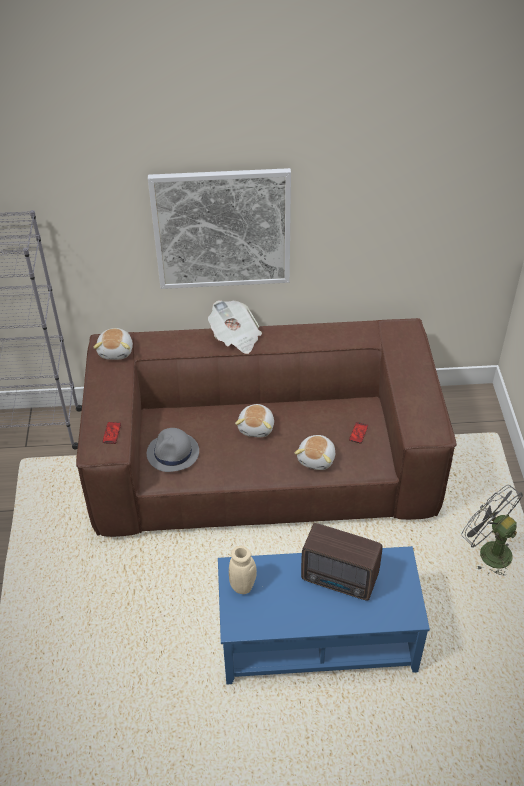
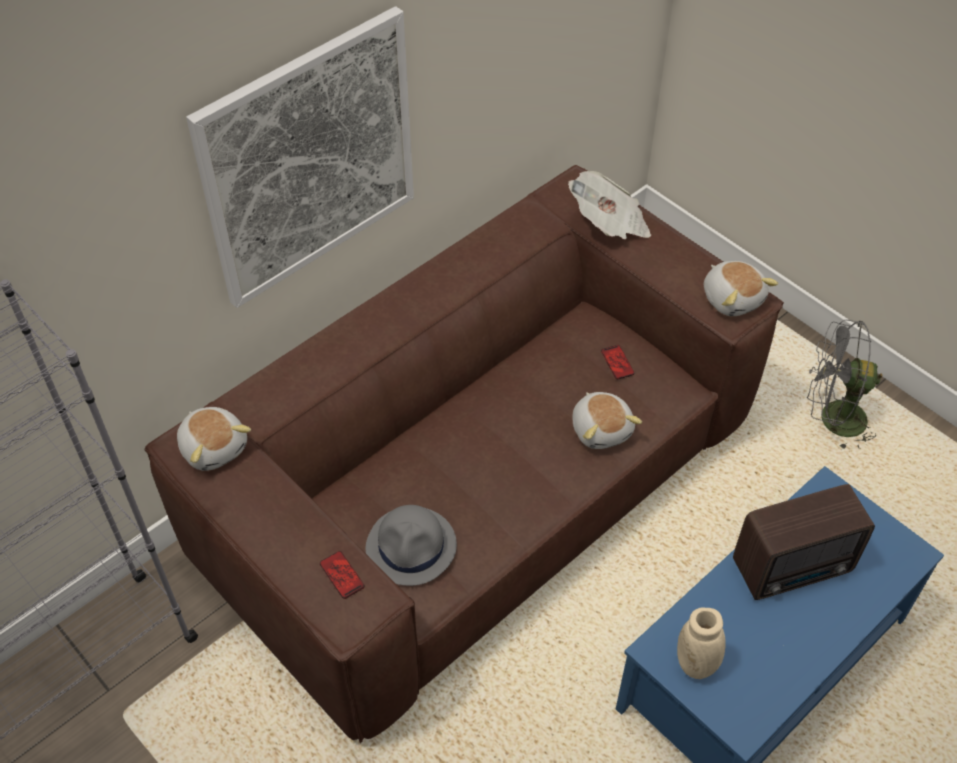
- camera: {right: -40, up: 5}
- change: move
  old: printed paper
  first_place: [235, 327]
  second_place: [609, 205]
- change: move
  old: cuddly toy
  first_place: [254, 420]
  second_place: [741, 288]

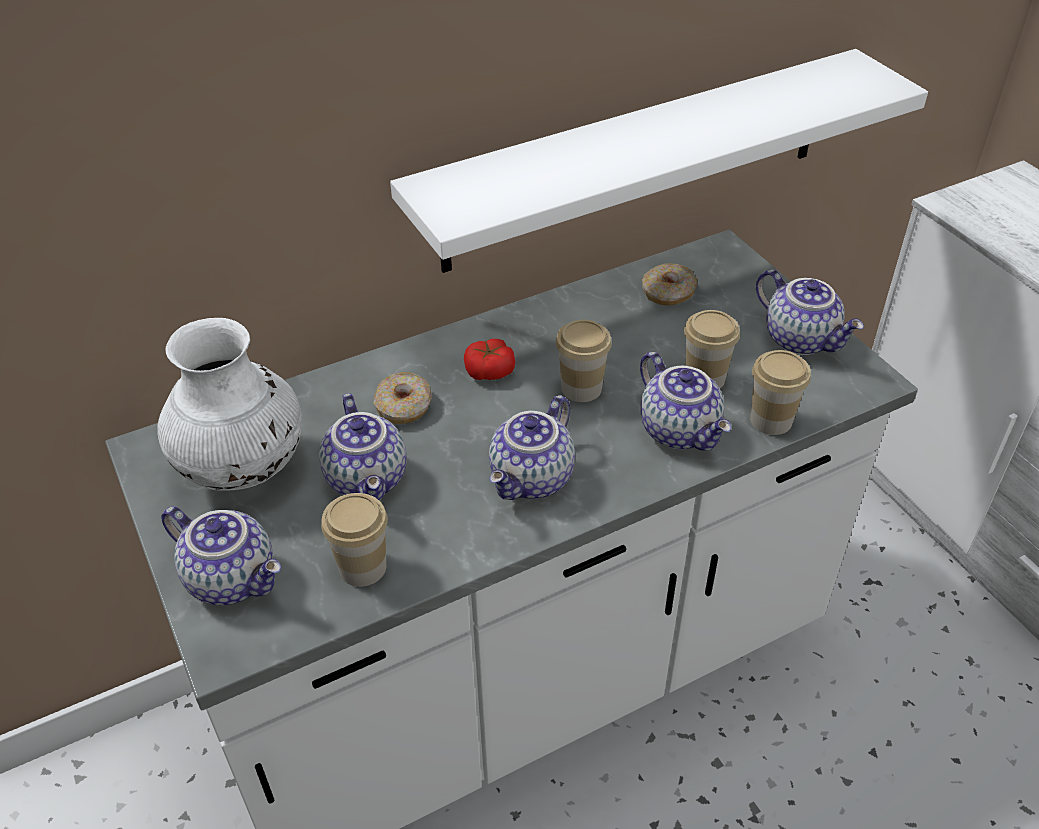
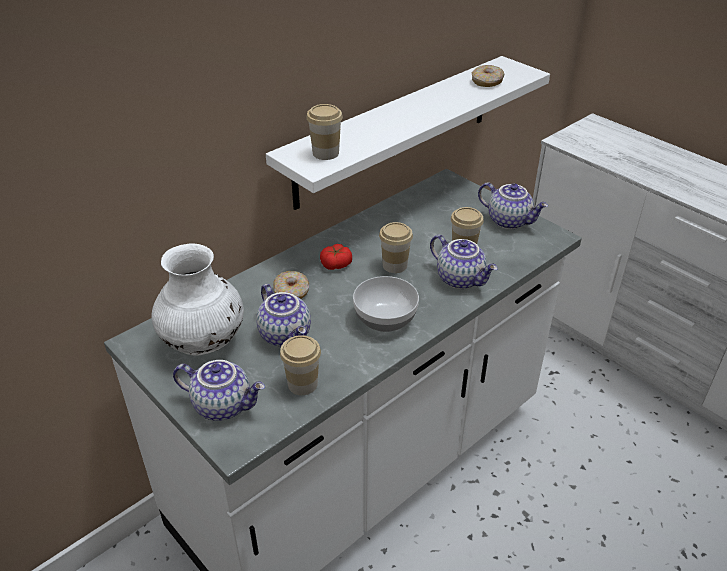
- camera: {right: -15, up: -5}
- change: move
  old: small cup
  first_place: [780, 392]
  second_place: [324, 132]
- change: replace
  old: tea pot
  new: deep dish
  first_place: [532, 447]
  second_place: [386, 304]
- change: move
  old: doughnut
  first_place: [669, 284]
  second_place: [488, 76]

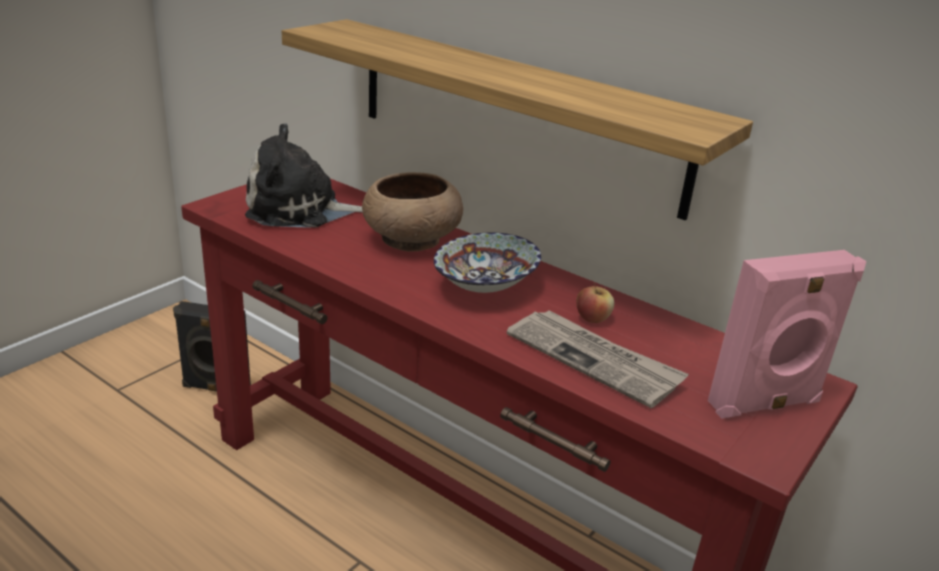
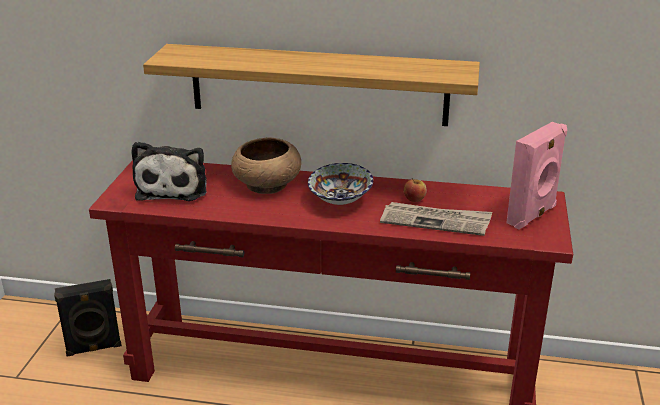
- camera: {right: -25, up: 0}
- change: rotate
  old: cuddly toy
  first_place: [304, 175]
  second_place: [168, 171]
  degrees: -60

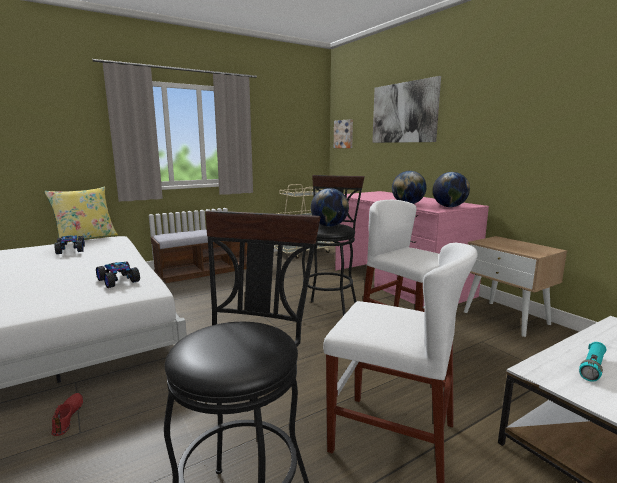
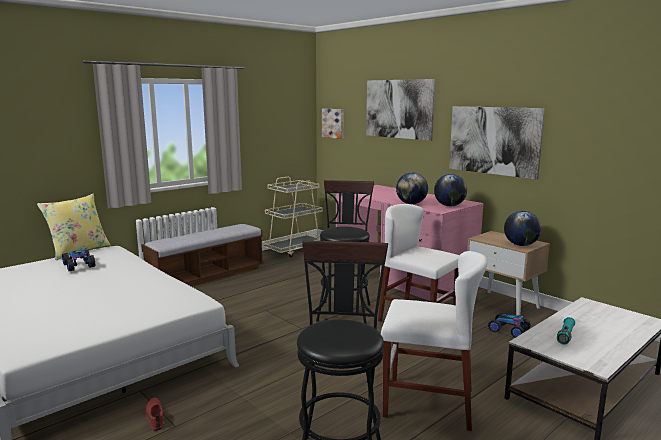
- camera: {right: -10, up: 0}
- change: insert
  new: wall art
  second_place: [497, 142]
- change: move
  old: model car
  first_place: [118, 274]
  second_place: [509, 325]
- change: move
  old: globe
  first_place: [330, 207]
  second_place: [522, 228]

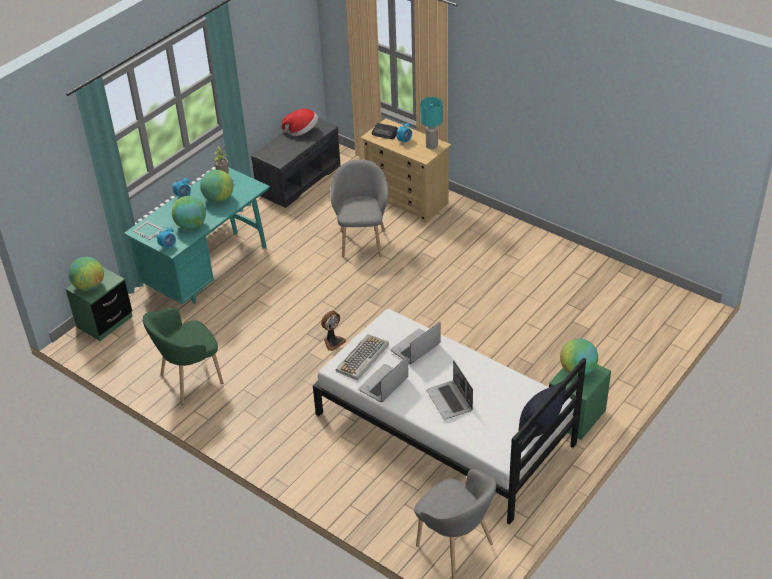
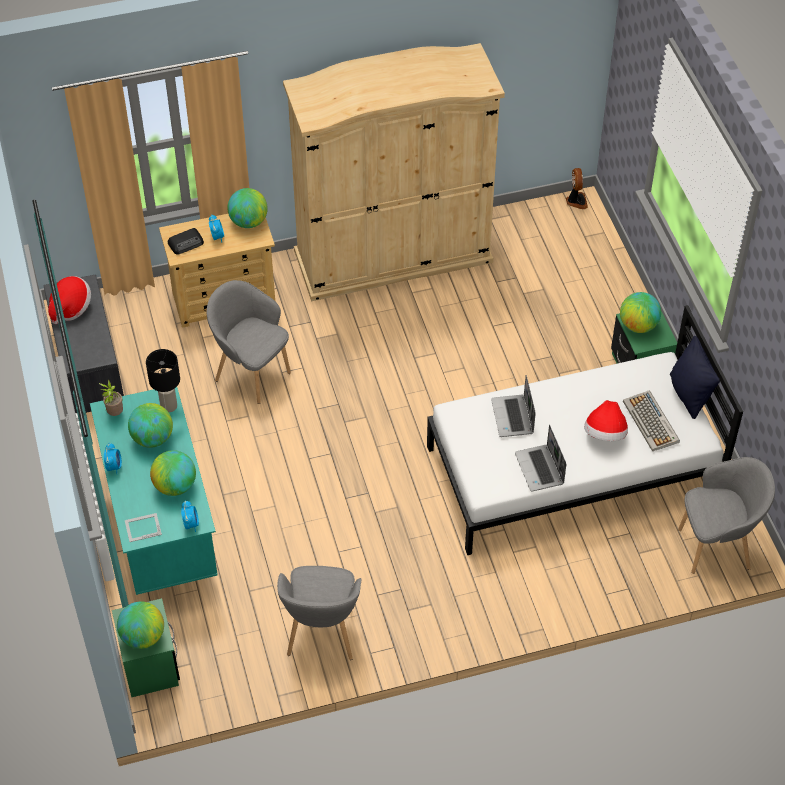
- camera: {right: -55, up: 10}
- change: insert
  new: tabletop lamp in blackish
  second_place: [163, 380]
- change: replace
  old: tabletop lamp in turquoise
  new: globe
  first_place: [431, 123]
  second_place: [247, 208]
- change: recolor
  old: easy chair in green-coloured
  new: easy chair in grey
  first_place: [183, 356]
  second_place: [319, 613]
- change: insert
  new: wardrobe in beige
  second_place: [394, 172]
- change: move
  old: cooling fan
  first_place: [333, 331]
  second_place: [577, 188]
- change: replace
  old: notebook computer
  new: hat
  first_place: [449, 390]
  second_place: [606, 420]
- change: move
  old: PC keyboard
  first_place: [362, 357]
  second_place: [651, 420]

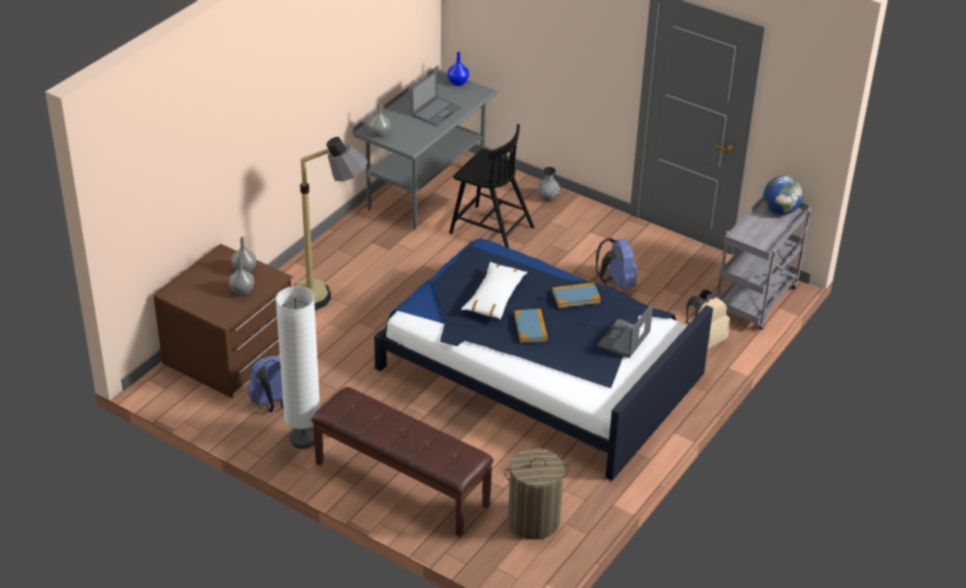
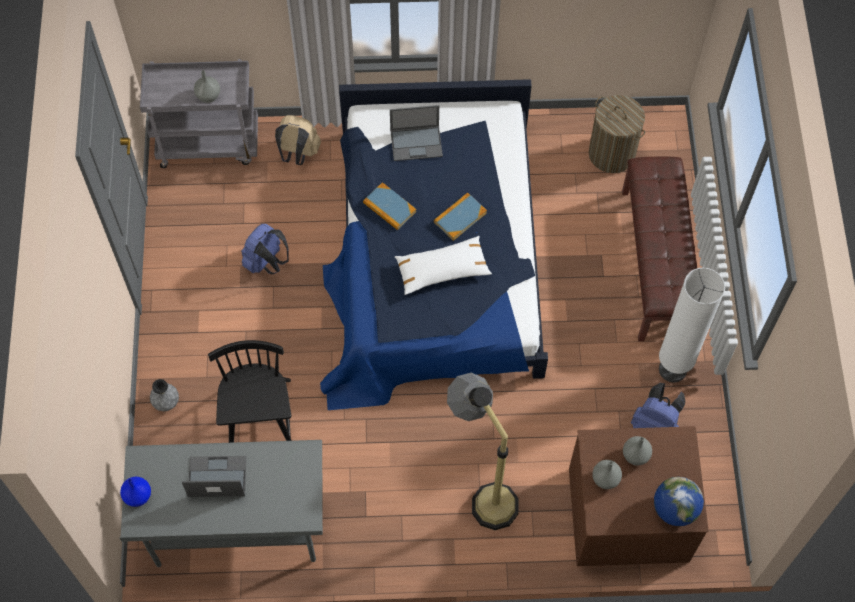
- camera: {right: -125, up: 25}
- change: move
  old: decorative vase in grey
  first_place: [379, 119]
  second_place: [207, 86]
- change: move
  old: globe
  first_place: [783, 195]
  second_place: [679, 501]

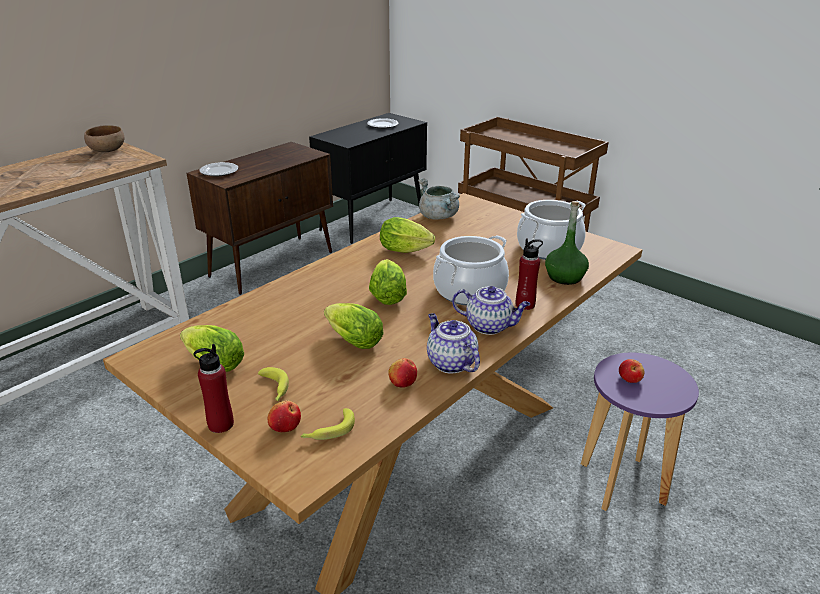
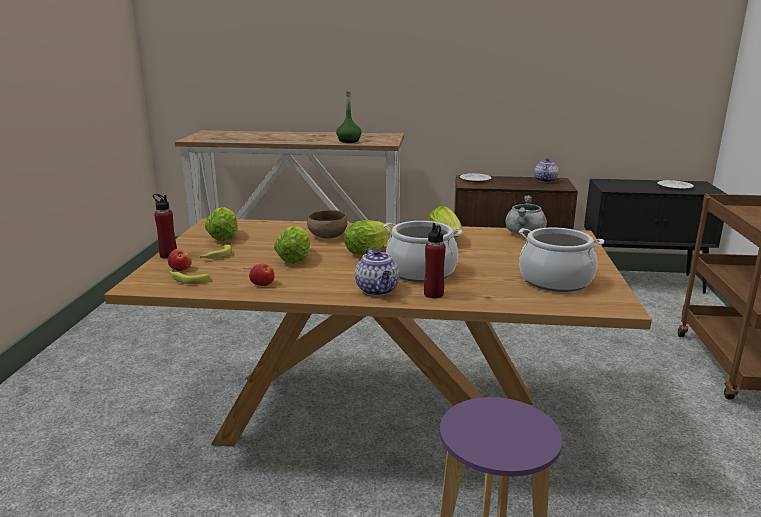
- camera: {right: 55, up: -10}
- change: move
  old: deep dish in brown
  first_place: [104, 138]
  second_place: [327, 224]
- change: move
  old: bottle in green-coloured
  first_place: [567, 243]
  second_place: [349, 117]
- change: move
  old: tea pot
  first_place: [453, 343]
  second_place: [546, 170]
- change: delete
  old: apple fruit
  first_place: [632, 371]

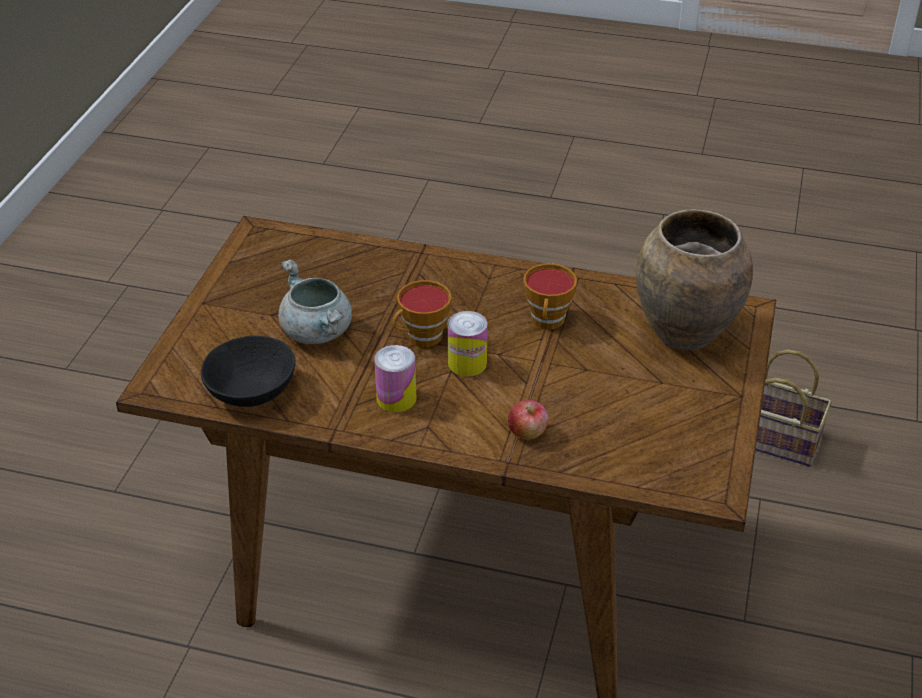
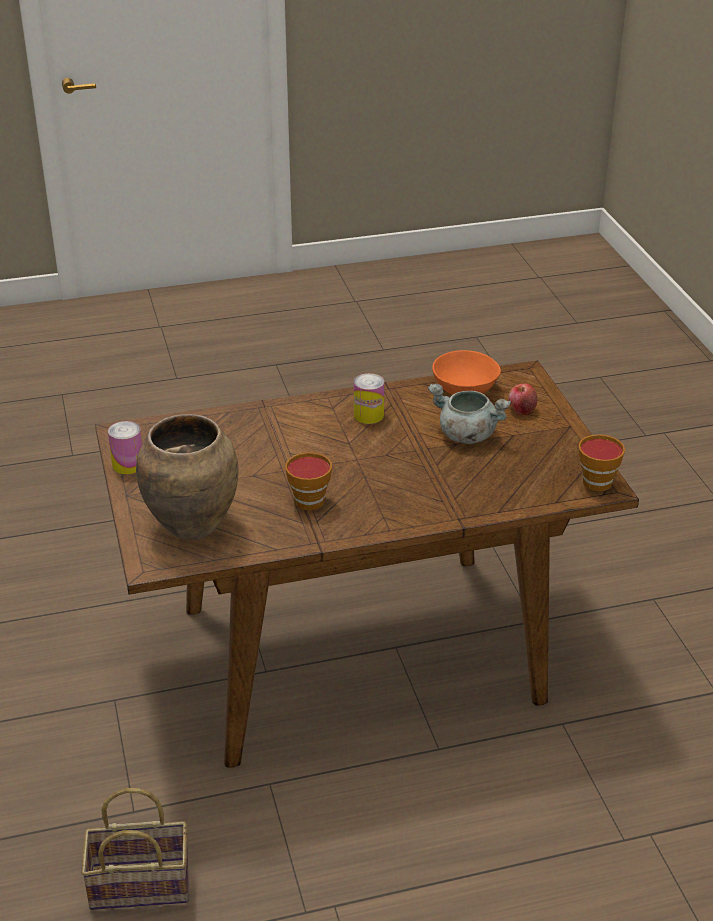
- camera: {right: 150, up: -5}
- change: move
  old: sealed can
  first_place: [468, 343]
  second_place: [125, 447]
- change: recolor
  old: deep dish in blackish
  new: deep dish in orange
  first_place: [248, 371]
  second_place: [466, 372]
- change: move
  old: apple fruit
  first_place: [528, 419]
  second_place: [522, 399]
- change: move
  old: small cup
  first_place: [422, 313]
  second_place: [601, 462]

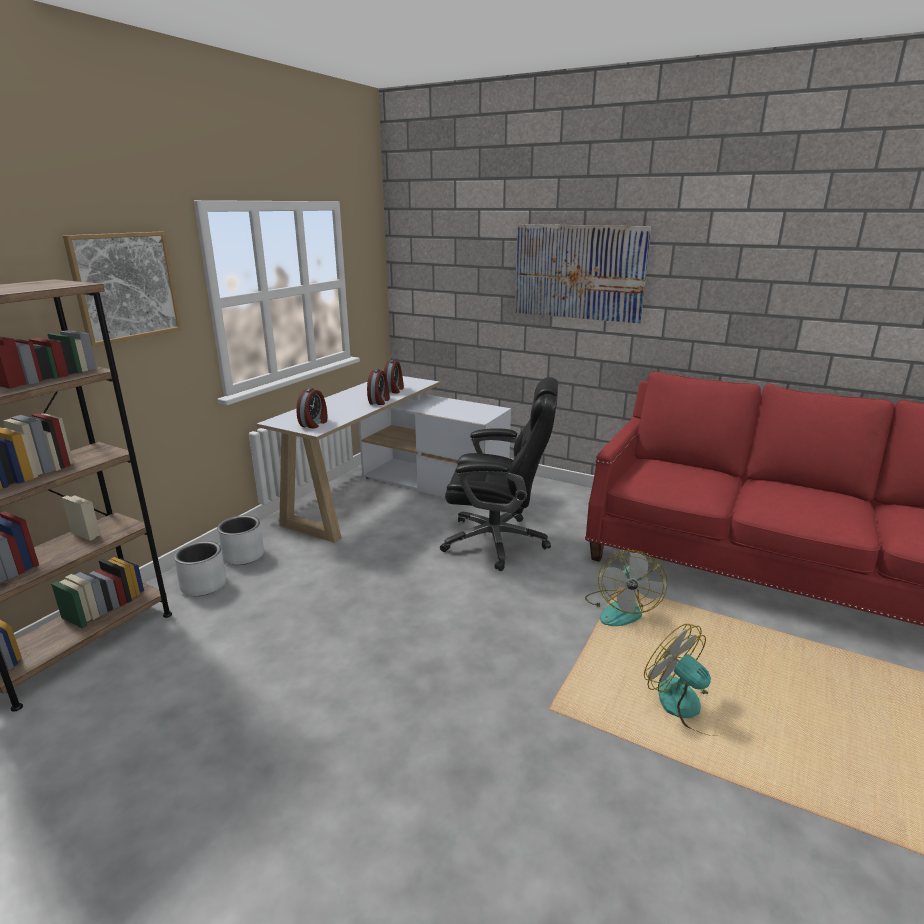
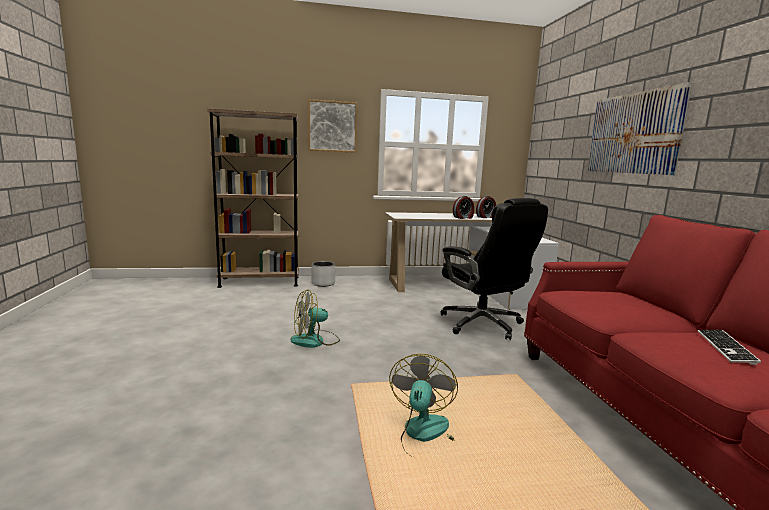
- camera: {right: 50, up: -10}
- change: move
  old: cooling fan
  first_place: [626, 588]
  second_place: [315, 319]
- change: insert
  new: PC keyboard
  second_place: [729, 347]
- change: delete
  old: flower pot in grey
  first_place: [240, 540]
- change: delete
  old: table clock
  first_place: [311, 408]

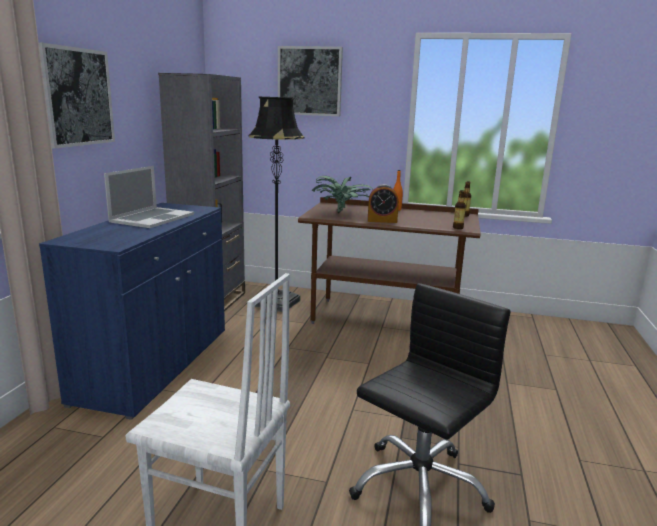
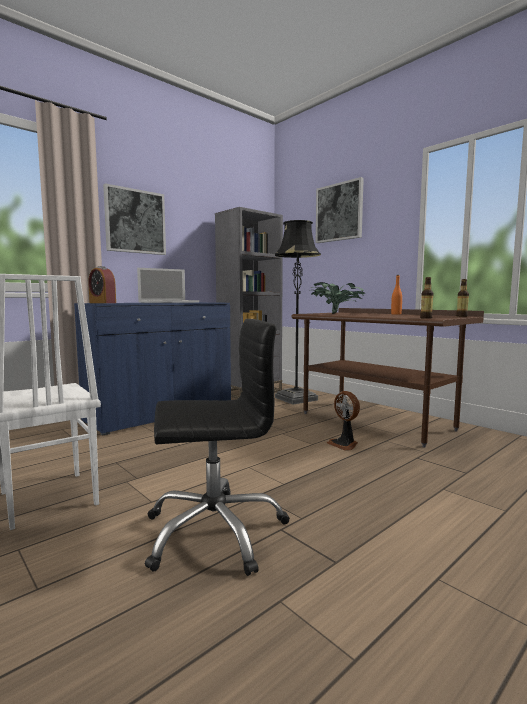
- camera: {right: 35, up: -10}
- change: move
  old: table clock
  first_place: [383, 203]
  second_place: [102, 284]
- change: insert
  new: cooling fan
  second_place: [343, 421]

